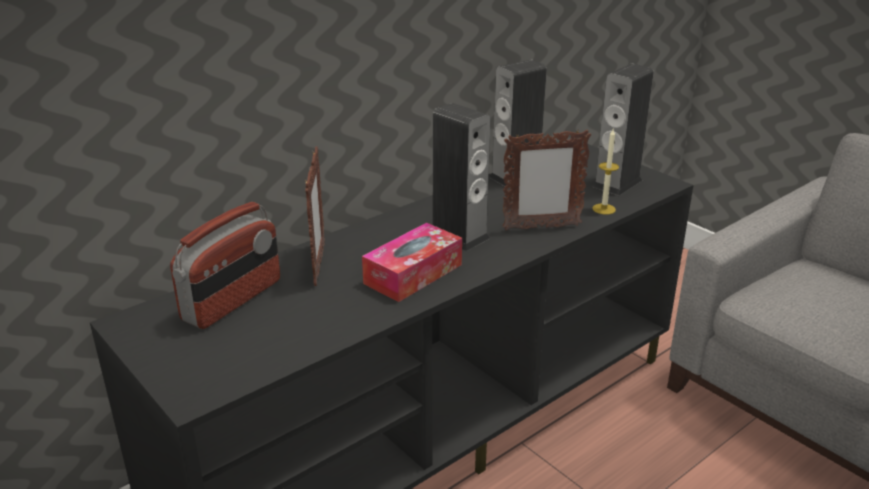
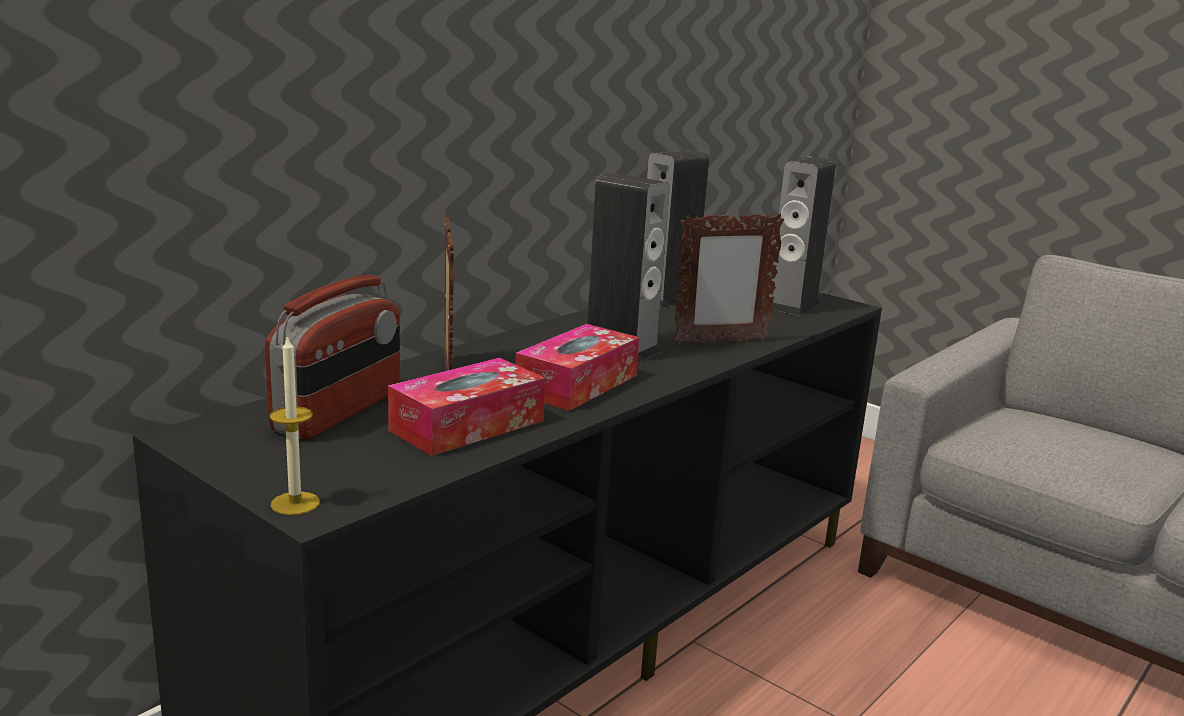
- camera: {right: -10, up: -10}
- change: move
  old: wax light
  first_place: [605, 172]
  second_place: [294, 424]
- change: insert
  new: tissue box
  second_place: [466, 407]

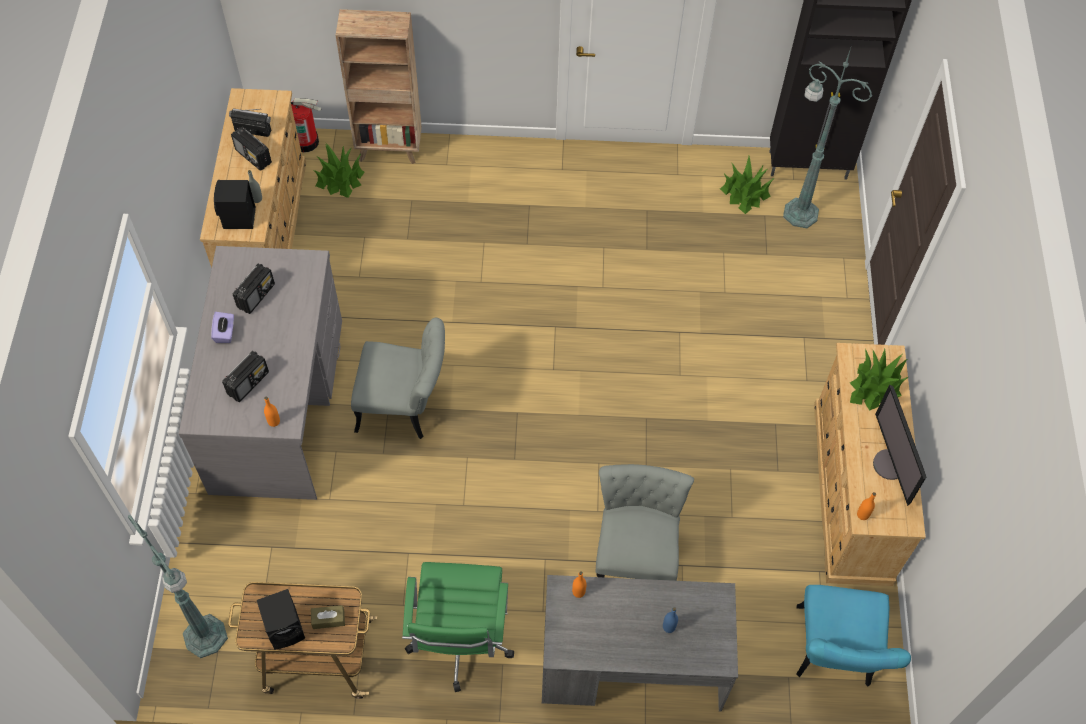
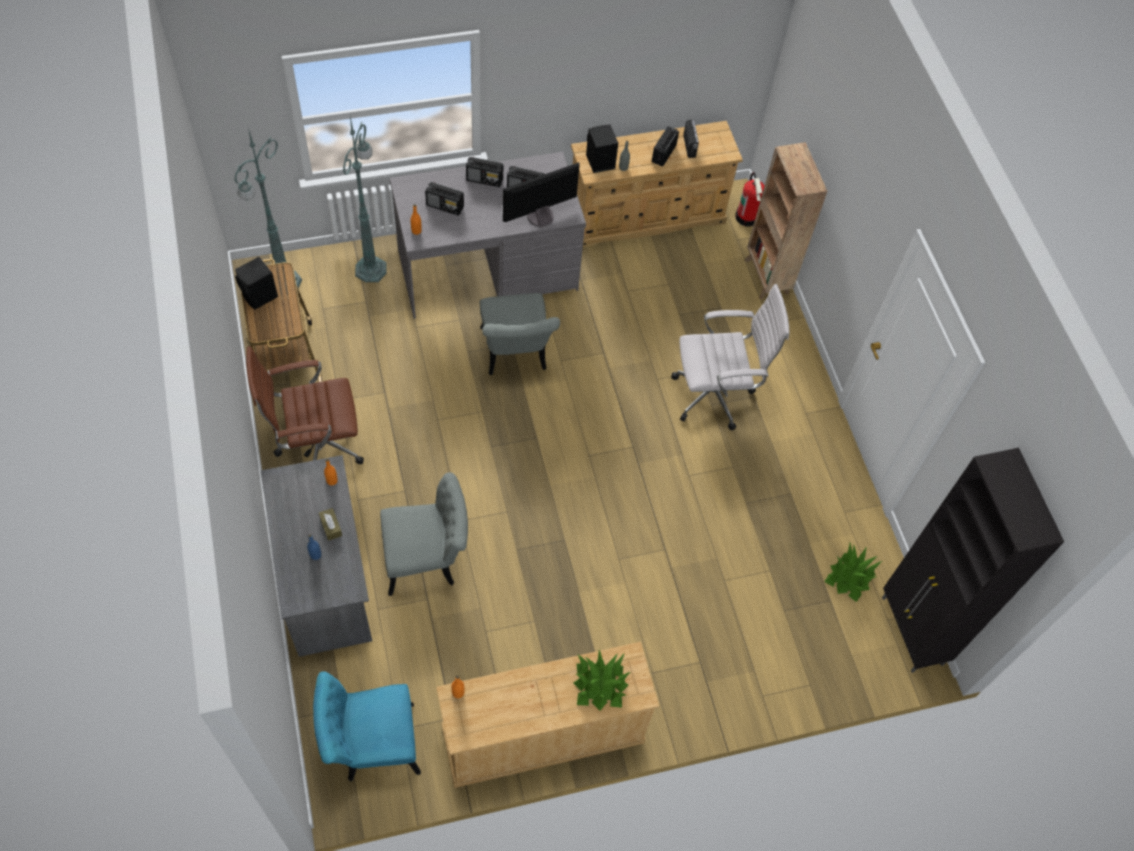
- camera: {right: 70, up: 0}
- change: recolor
  old: computer chair in green-coloured
  new: computer chair in brown
  first_place: [458, 627]
  second_place: [305, 405]
- change: move
  old: tissue box in brown
  first_place: [328, 617]
  second_place: [330, 524]
- change: move
  old: standard lamp in green-coloured
  first_place: [827, 136]
  second_place: [365, 199]
- change: replace
  old: tissue box in purple
  new: radio receiver
  first_place: [222, 327]
  second_place: [484, 172]
- change: move
  old: computer screen
  first_place: [899, 445]
  second_place: [541, 194]
- change: insert
  new: computer chair in white-coloured
  second_place: [730, 357]
- change: delete
  old: houseplant
  first_place: [339, 170]

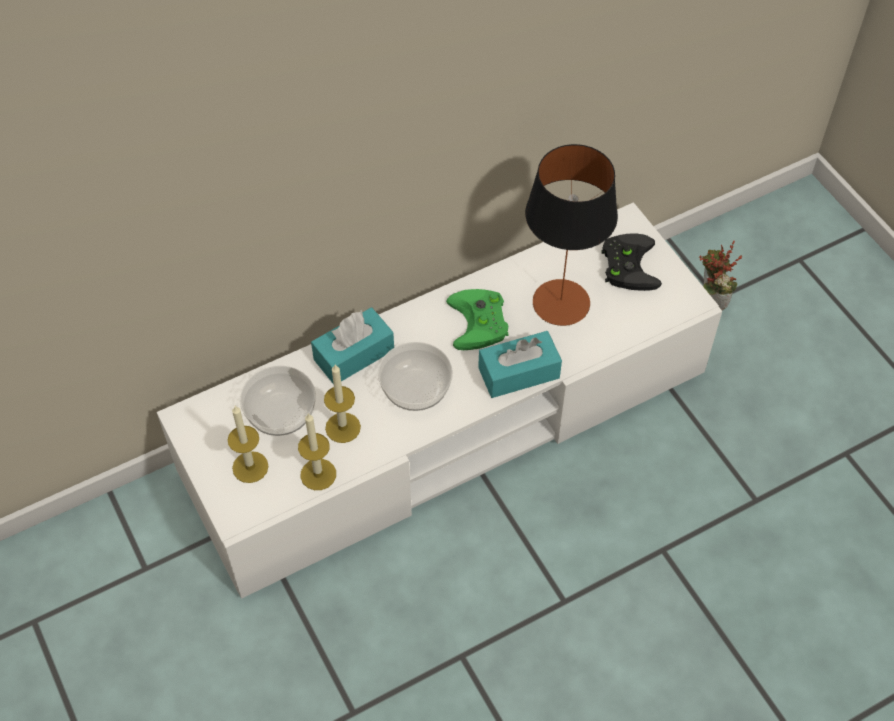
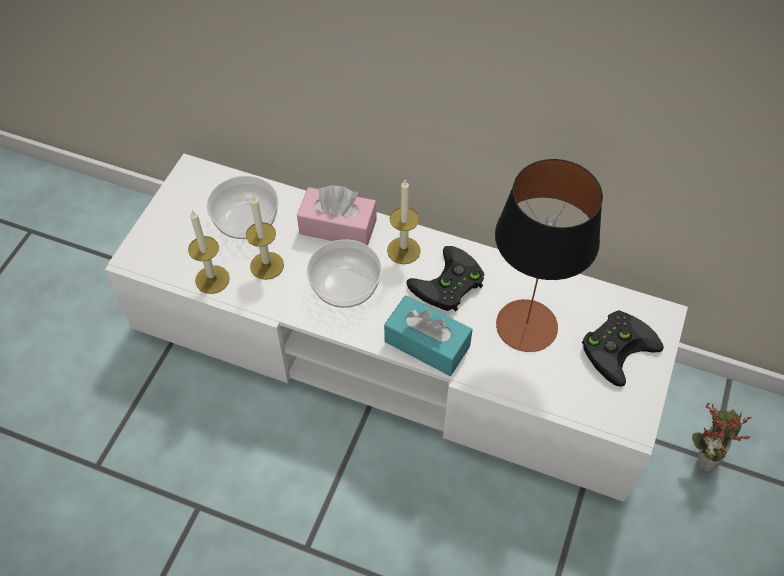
- camera: {right: 50, up: 0}
- change: recolor
  old: tissue box in turquoise
  new: tissue box in pinkish
  first_place: [352, 345]
  second_place: [337, 215]
- change: move
  old: wax light
  first_place: [248, 444]
  second_place: [404, 222]
- change: recolor
  old: game controller in green-coloured
  new: game controller in blackish
  first_place: [477, 319]
  second_place: [445, 279]

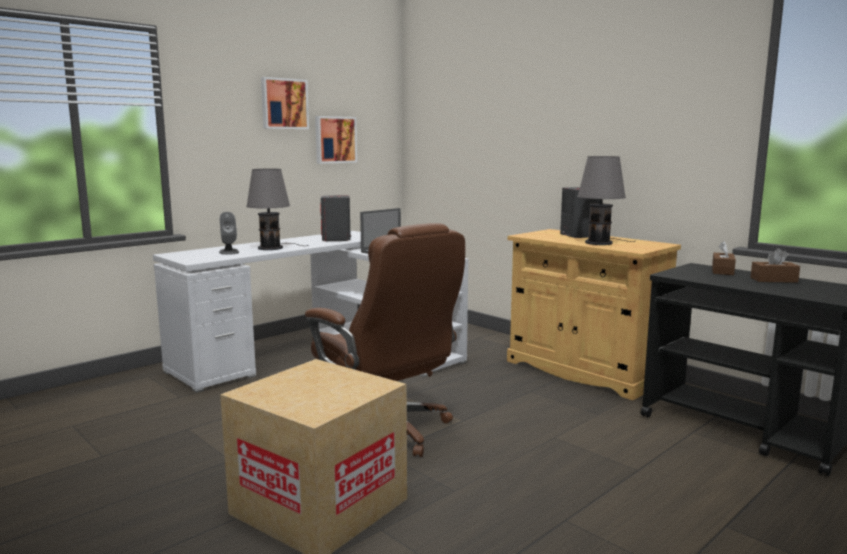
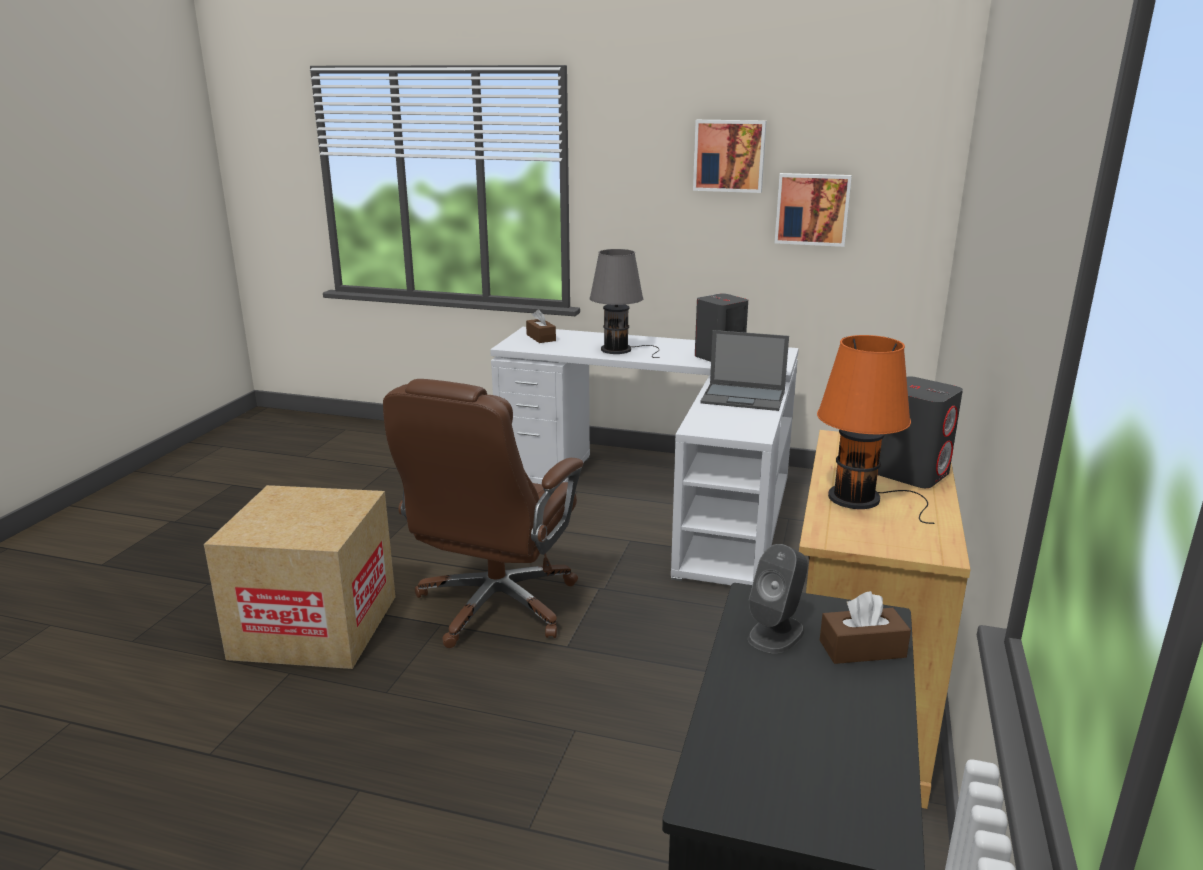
- camera: {right: 60, up: 10}
- change: move
  old: tissue box in brown
  first_place: [775, 265]
  second_place: [541, 326]
- change: move
  old: speaker in grey
  first_place: [229, 233]
  second_place: [778, 599]
- change: recolor
  old: tabletop lamp in grey
  new: tabletop lamp in orange
  first_place: [606, 200]
  second_place: [875, 429]

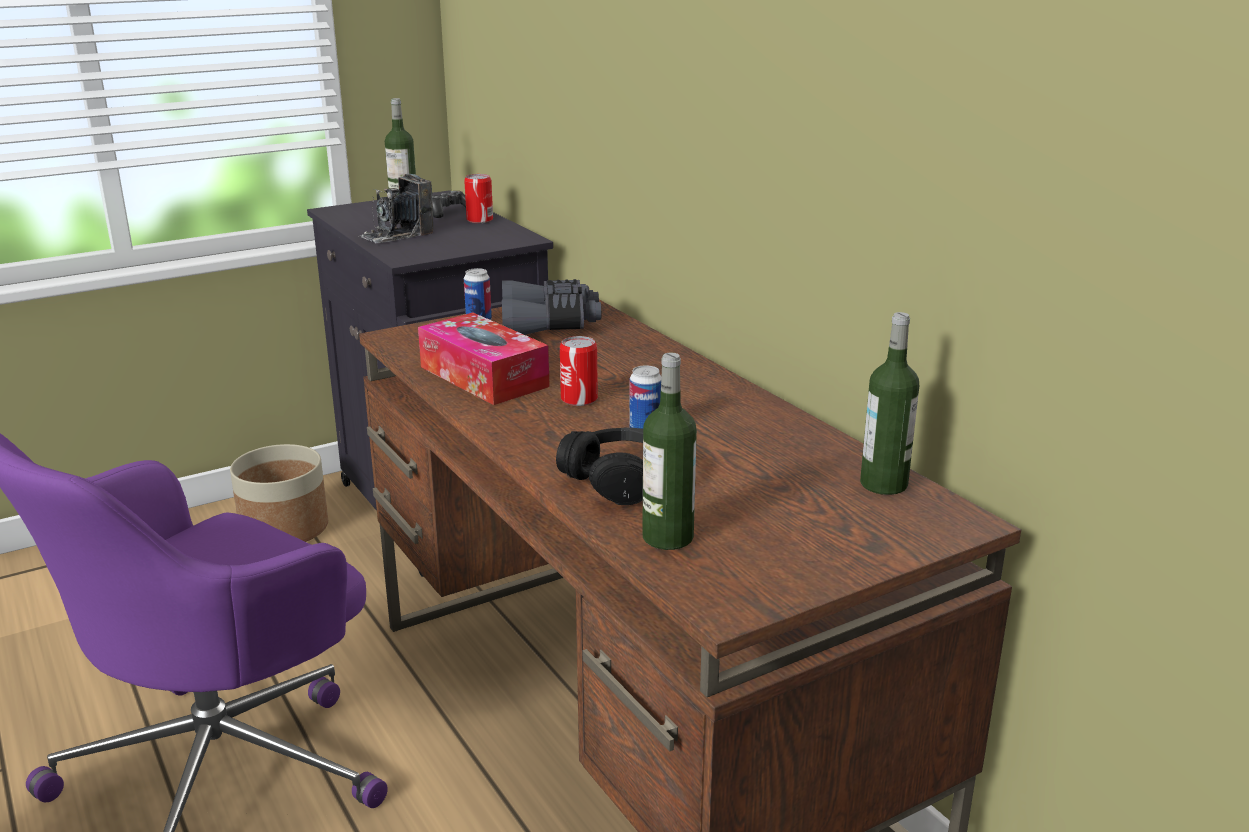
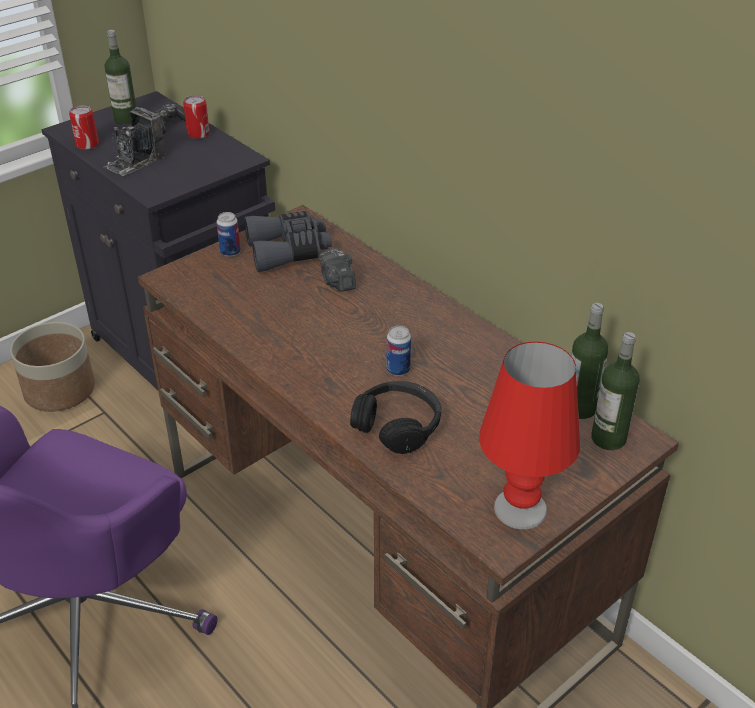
- camera: {right: -10, up: 15}
- change: move
  old: sealed can
  first_place: [579, 371]
  second_place: [84, 127]
- change: insert
  new: photo camera
  second_place: [337, 270]
- change: insert
  new: tabletop lamp in red
  second_place: [529, 435]
- change: move
  old: bottle
  first_place: [669, 451]
  second_place: [615, 391]
- change: delete
  old: tissue box
  first_place: [484, 359]

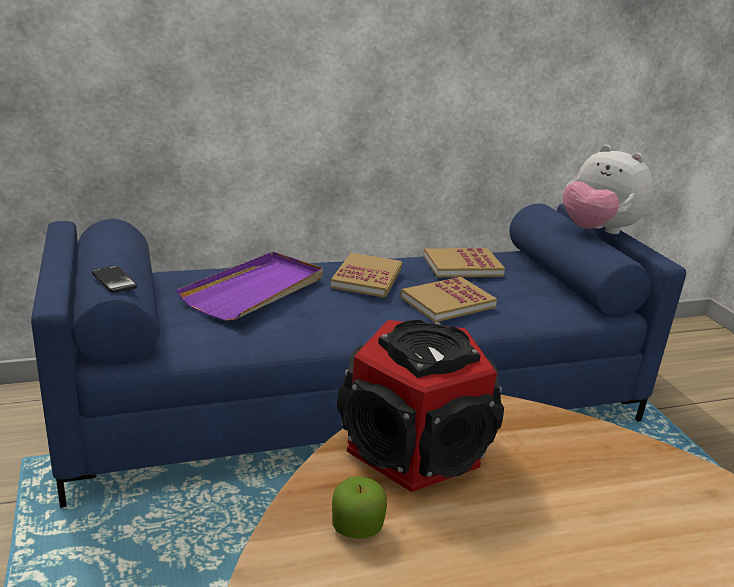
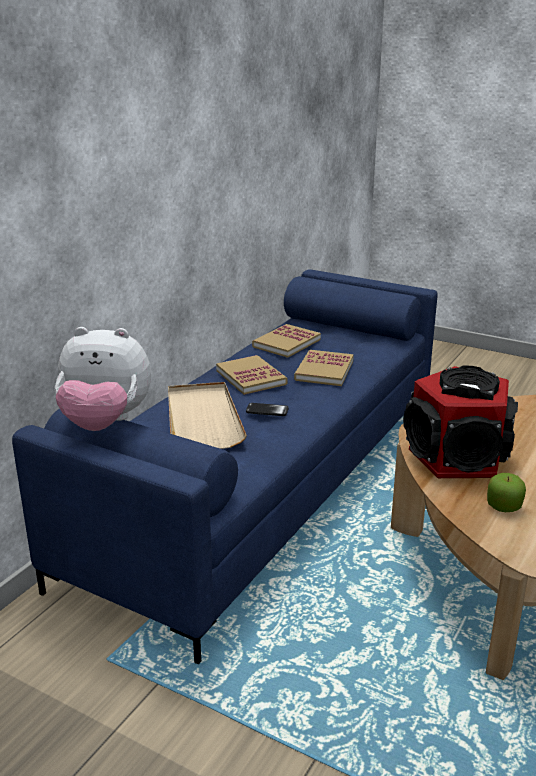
- camera: {right: -40, up: 0}
- change: move
  old: cuddly toy
  first_place: [608, 189]
  second_place: [103, 379]
- change: recolor
  old: serving tray in purple
  new: serving tray in beige
  first_place: [250, 286]
  second_place: [207, 415]
- change: move
  old: telephone
  first_place: [114, 279]
  second_place: [267, 409]

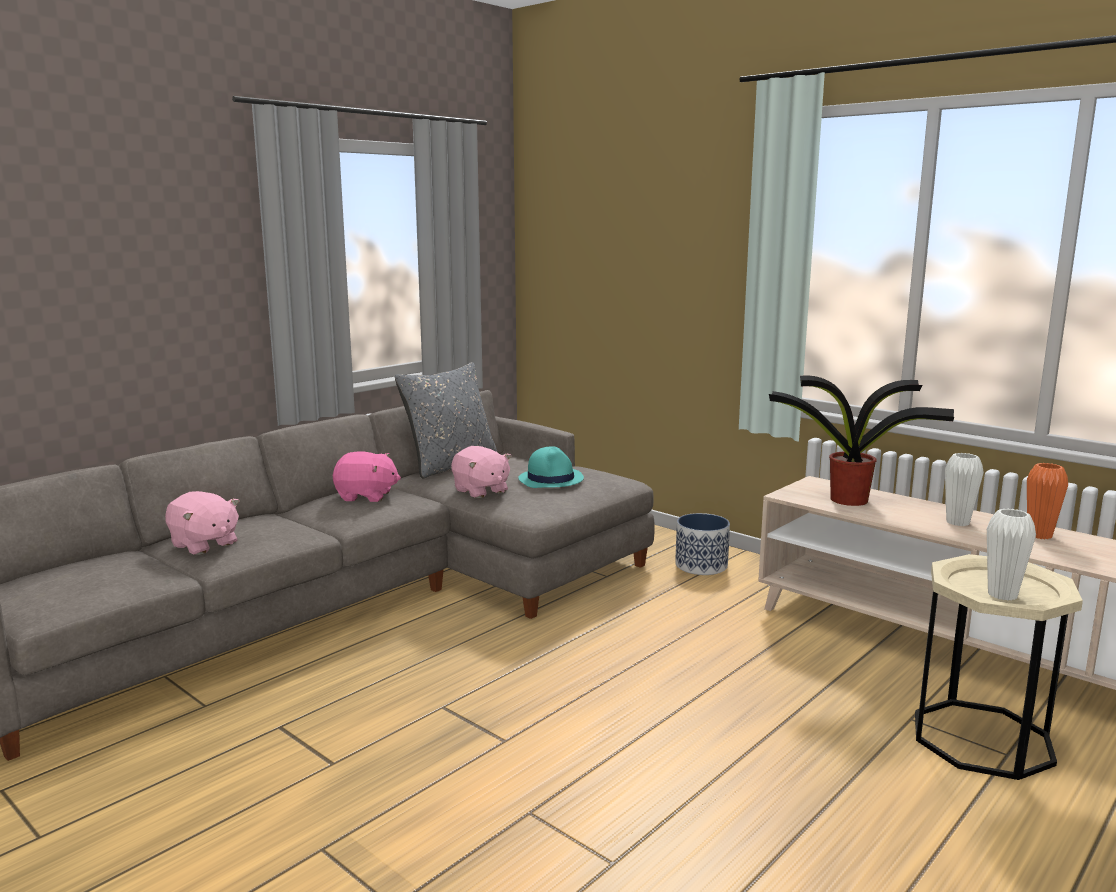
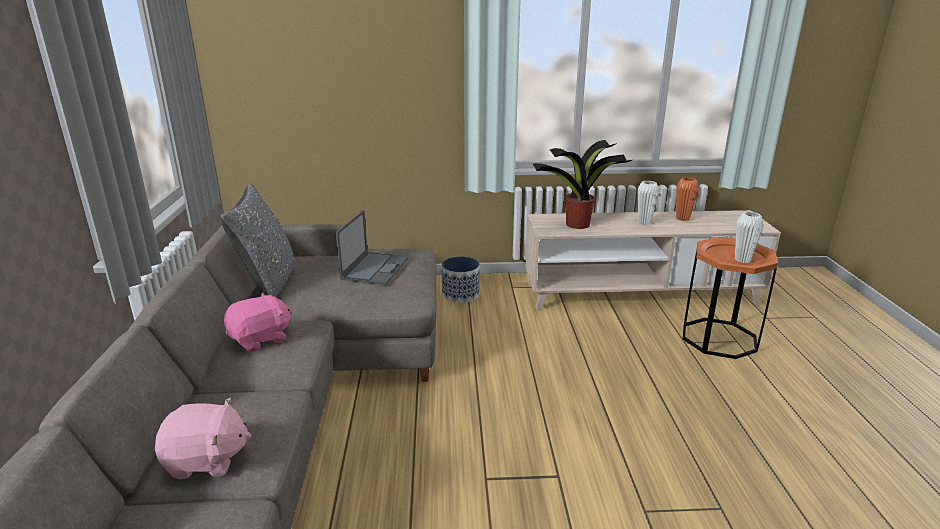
- camera: {right: -45, up: 10}
- change: replace
  old: hat in turquoise
  new: notebook computer
  first_place: [551, 467]
  second_place: [372, 247]
- change: recolor
  old: accent table in beige
  new: accent table in orange
  first_place: [999, 667]
  second_place: [730, 298]
- change: delete
  old: cuddly toy in pinkish
  first_place: [481, 472]

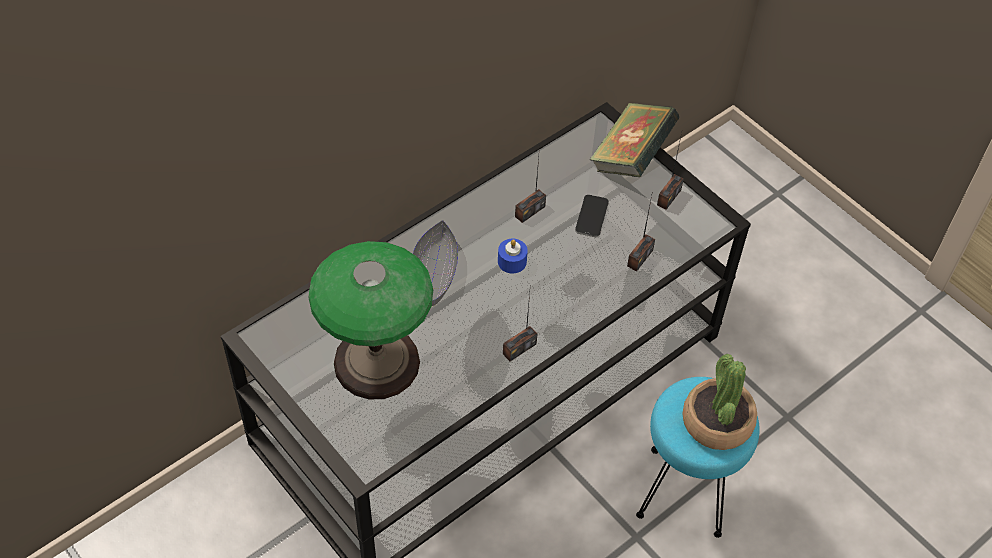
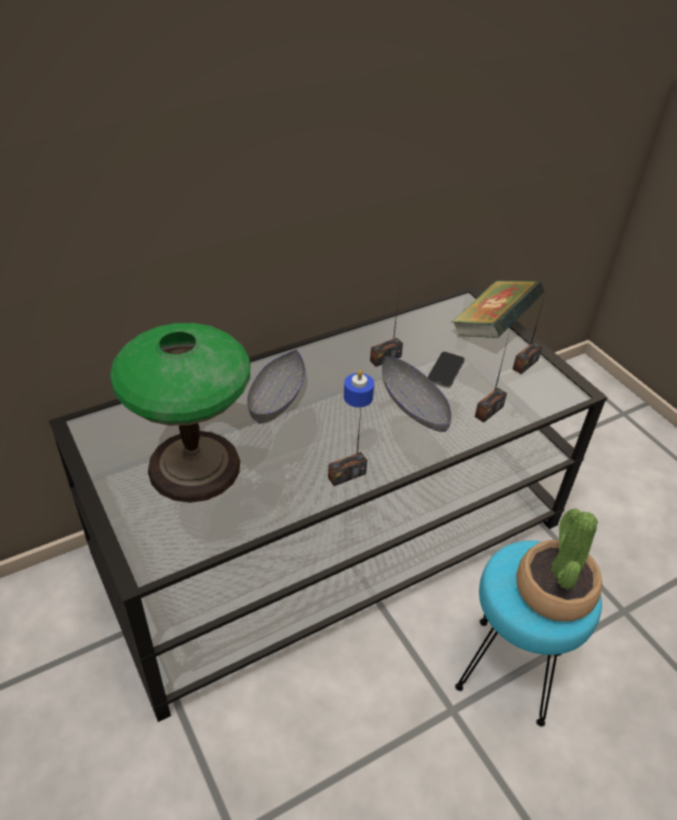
- camera: {right: 10, up: -10}
- change: insert
  new: deep dish in grey
  second_place: [416, 394]

